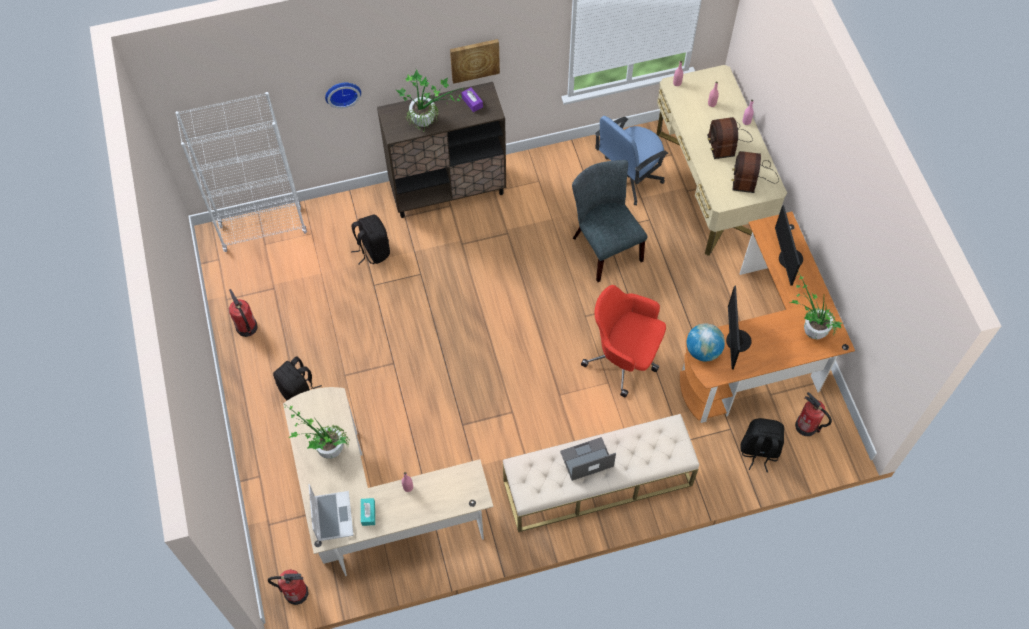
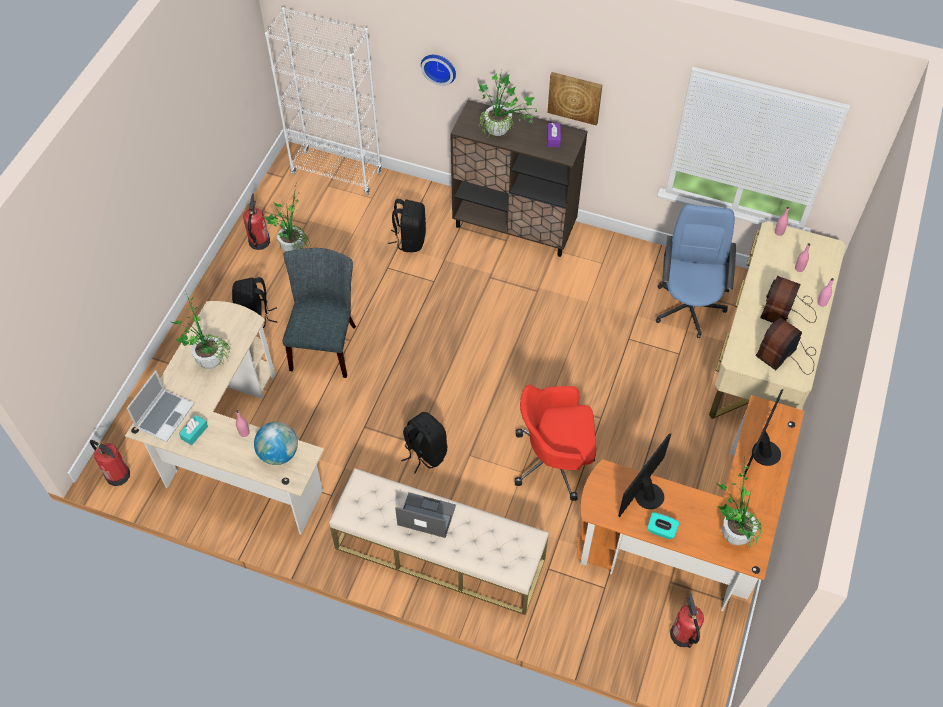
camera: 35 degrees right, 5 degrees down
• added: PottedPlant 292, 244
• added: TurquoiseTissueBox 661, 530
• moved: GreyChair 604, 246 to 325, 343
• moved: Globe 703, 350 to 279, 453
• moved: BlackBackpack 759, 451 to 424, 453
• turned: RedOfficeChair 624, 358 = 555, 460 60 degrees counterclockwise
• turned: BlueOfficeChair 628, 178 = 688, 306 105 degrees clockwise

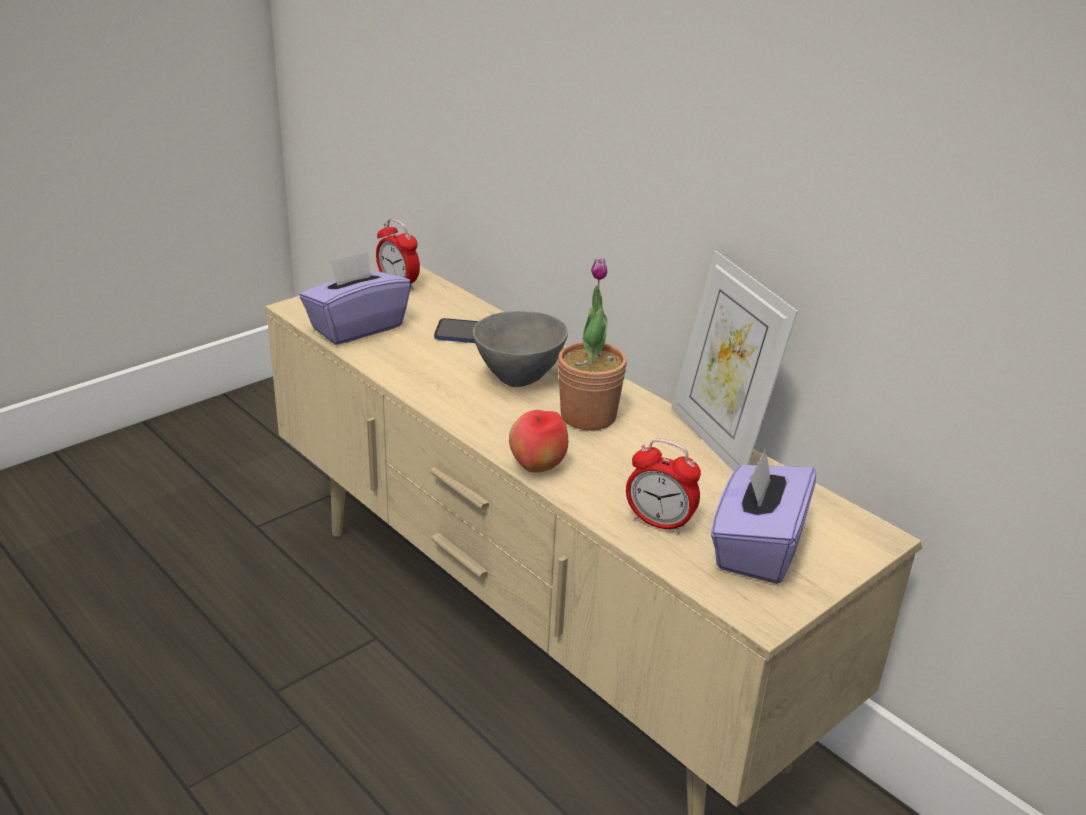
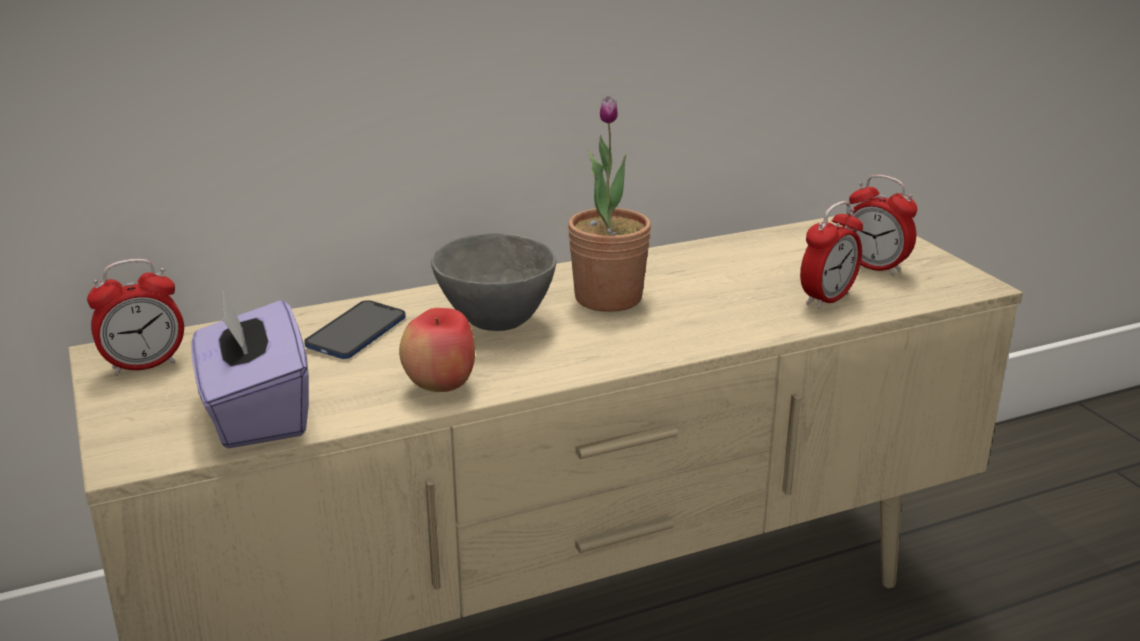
camera: 70 degrees left, 5 degrees down
• removed: PictureFrame 718, 439
• moved: Apple 537, 467 to 441, 387
• replaced: PurpleTissueBox 756, 548 to AlarmClock 874, 267

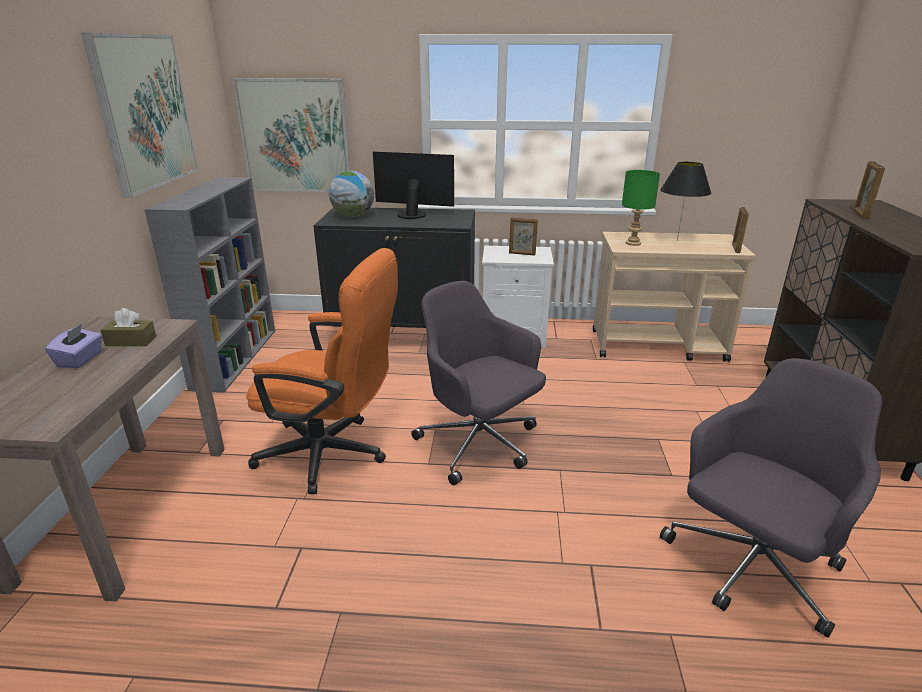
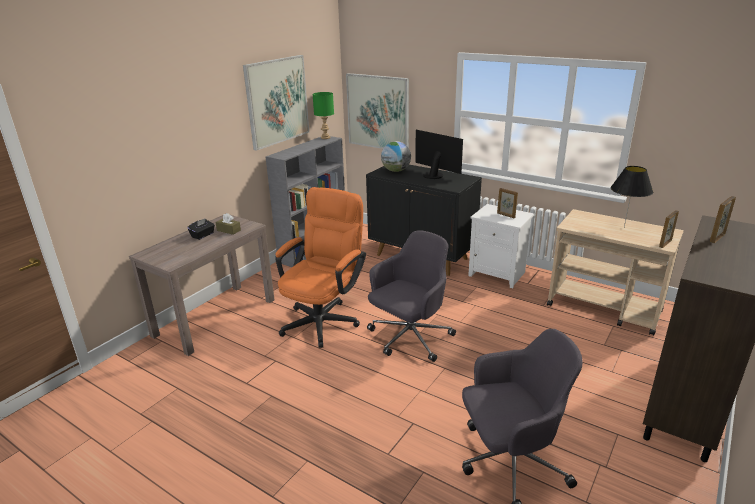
camera: 30 degrees right, 0 degrees up
• moved: GreenTableLamp 633, 243 to 325, 138
• recoloured: PurpleTissueBox 80, 359 to BlackTissueBox 203, 235
• turned: OrangeOfficeChair 333, 454 = 324, 319 105 degrees counterclockwise
• turned: GreyOfficeChair 479, 444 = 409, 338 60 degrees clockwise

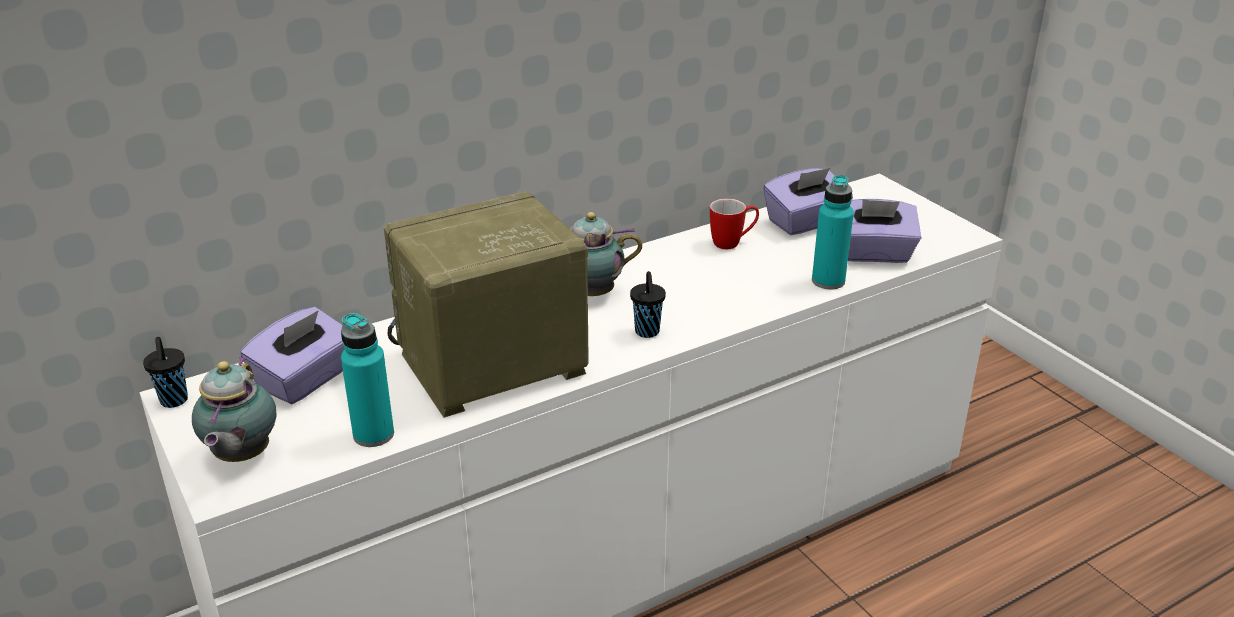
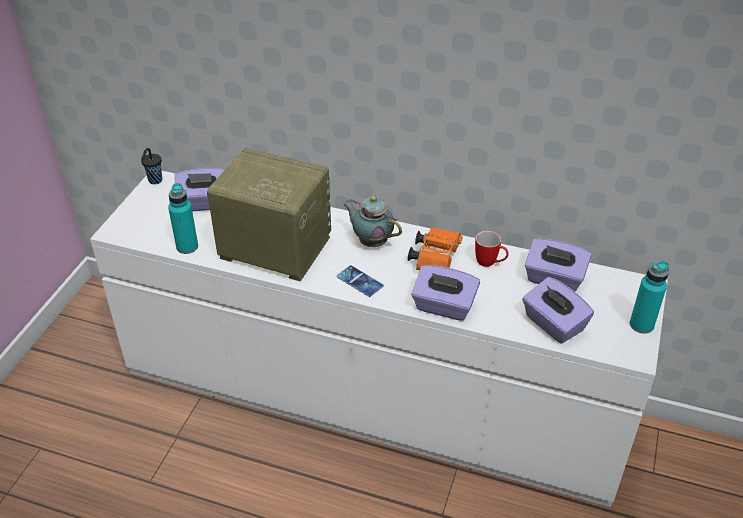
camera: 50 degrees right, 10 degrees up
• removed: Teapot 241, 457
• added: OrangeBinoculars 436, 258
• added: PurpleTissueBox 443, 307
• moved: TurquoiseBottle 828, 281 to 641, 325
• replaced: BlackCup 647, 332 to Phone 360, 281

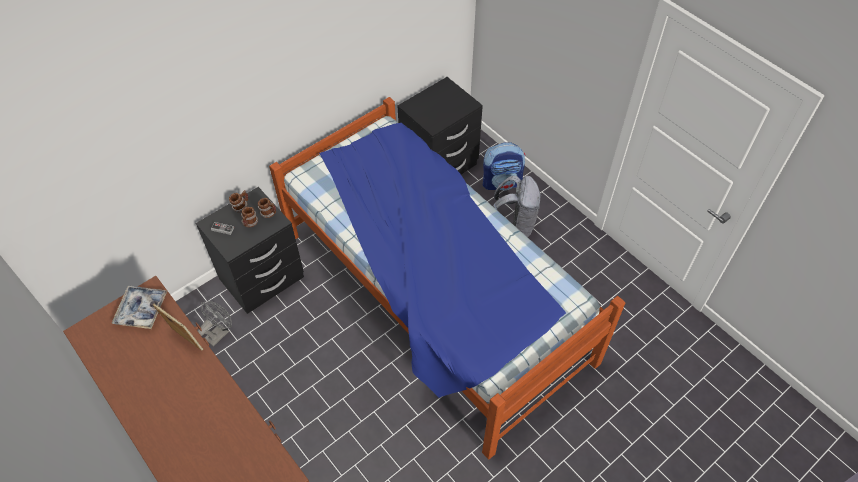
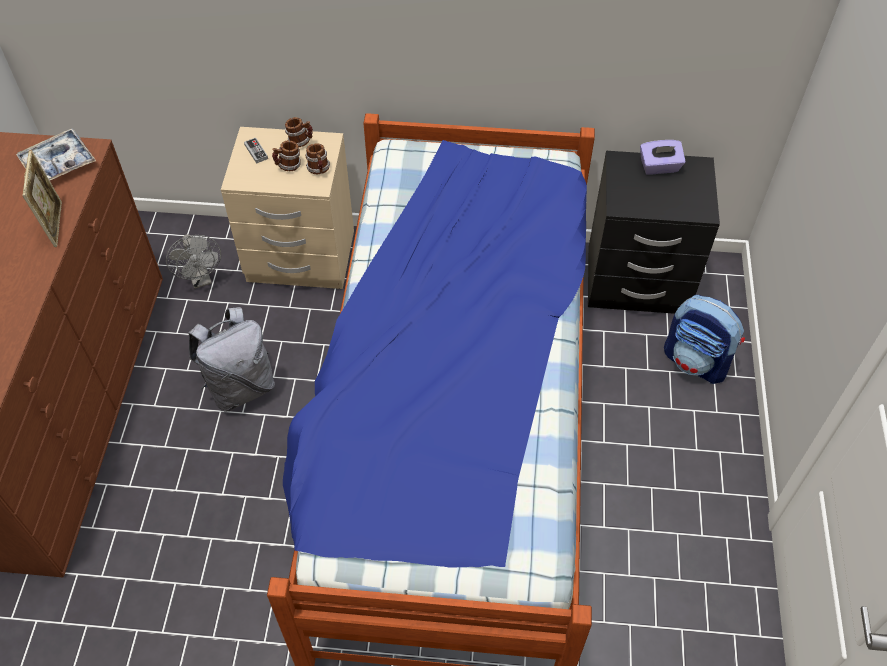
camera: 45 degrees right, 0 degrees up
• added: PurpleTissueBox 659, 167
• moved: GreyBackpack 514, 226 to 240, 386
• recoloured: BlackNightstand 262, 279 to BeigeNightstand 300, 258
• turned: GreyFan 219, 332 = 201, 279 75 degrees clockwise

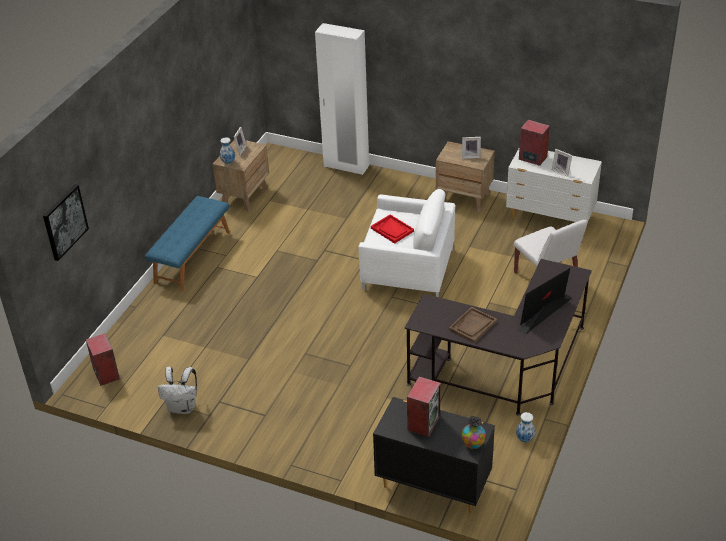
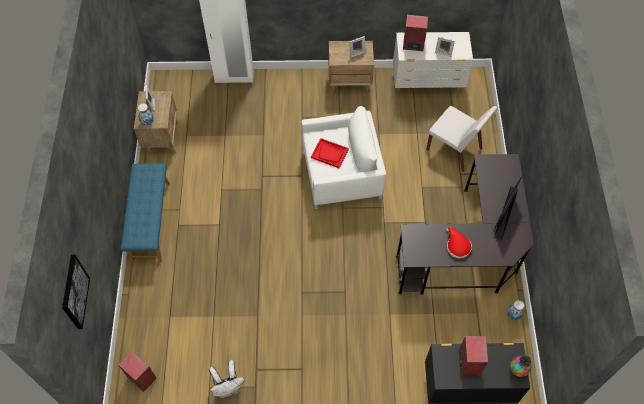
camera: 25 degrees left, 20 degrees up
• replaced: BrownTray 472, 326 to RedHat 457, 246

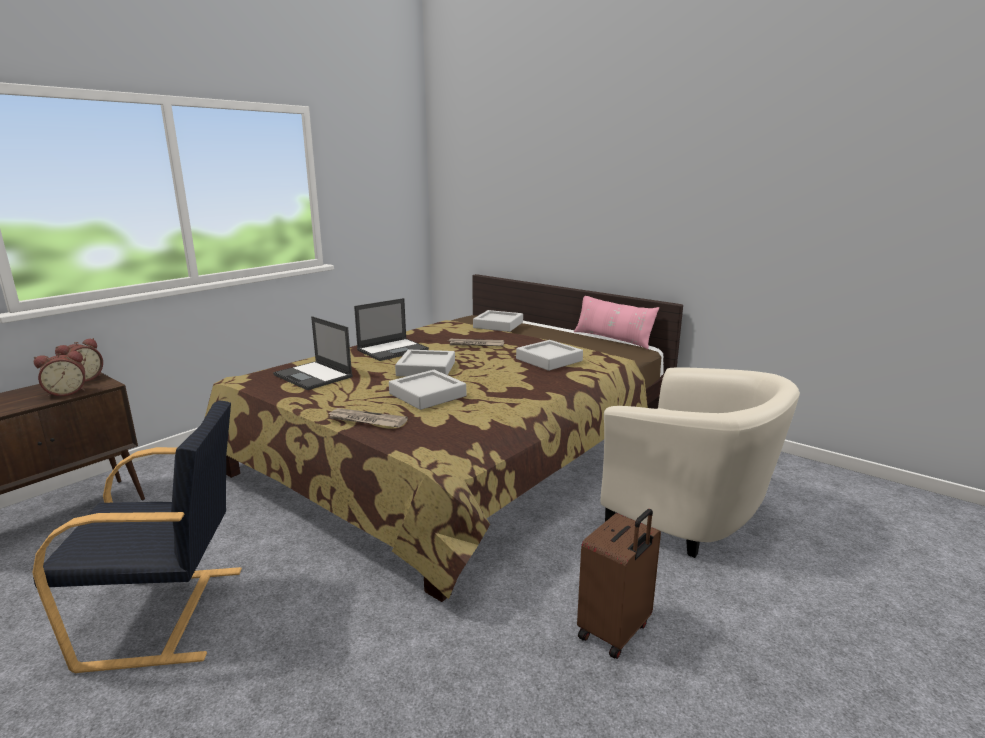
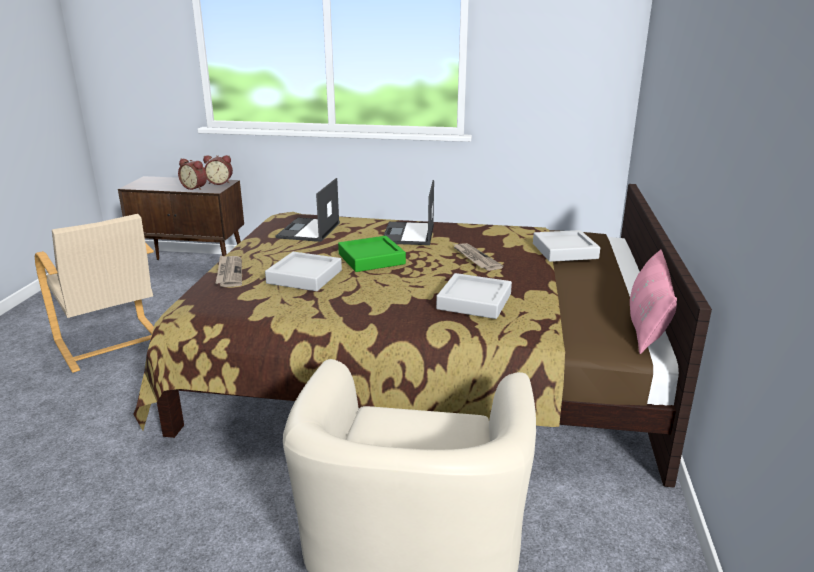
camera: 60 degrees right, 5 degrees up
• removed: BrownSuitcase 615, 631
• recoloured: BlackArmchair 168, 616 to BeigeArmchair 111, 344
• recoloured: GreyTray 426, 369 to GreenTray 371, 259
• turned: Laptop 393, 350 = 408, 234 75 degrees clockwise

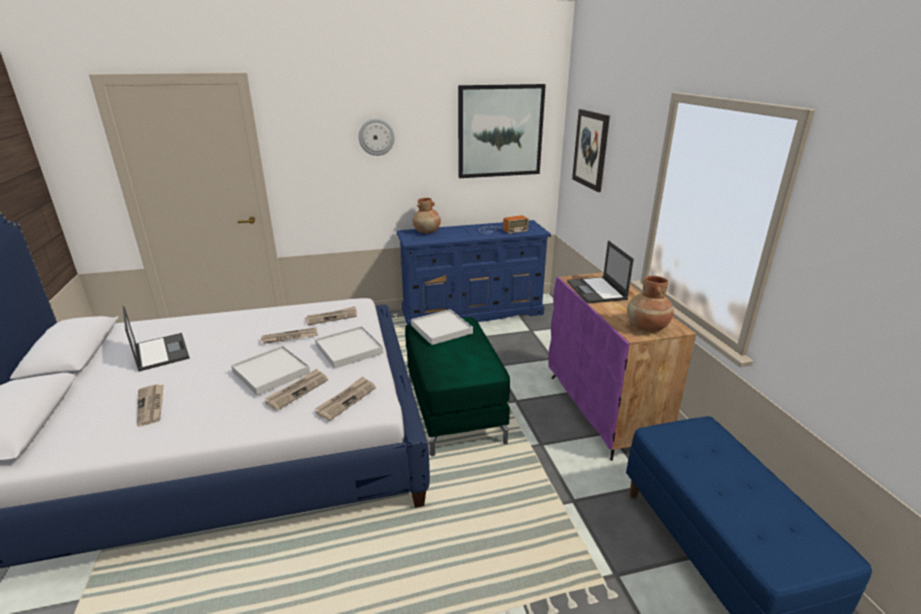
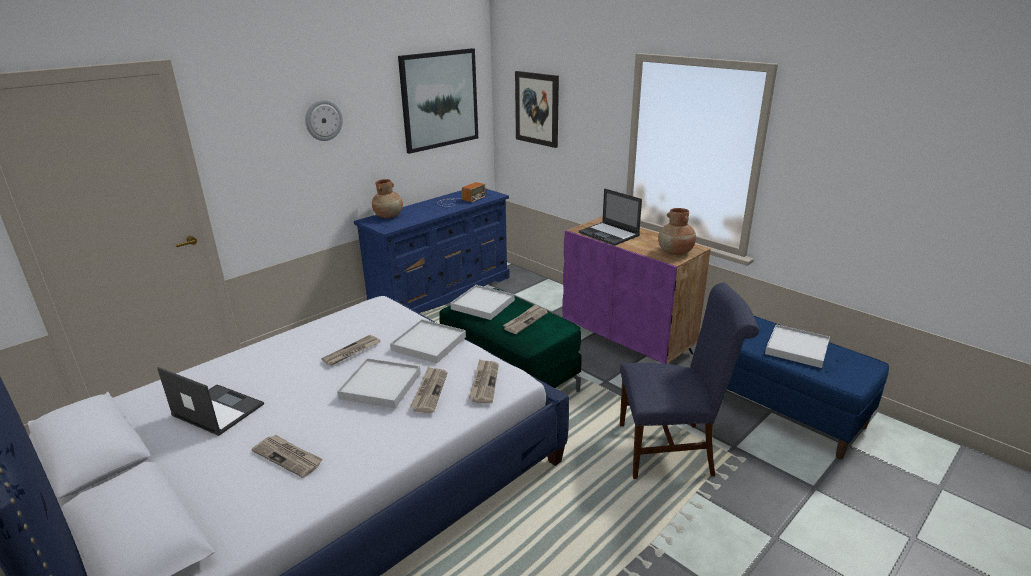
camera: 30 degrees left, 0 degrees up
• added: BlueChair 672, 449
• added: WhiteTray 796, 348
• moved: Newspaper 332, 317 to 525, 320

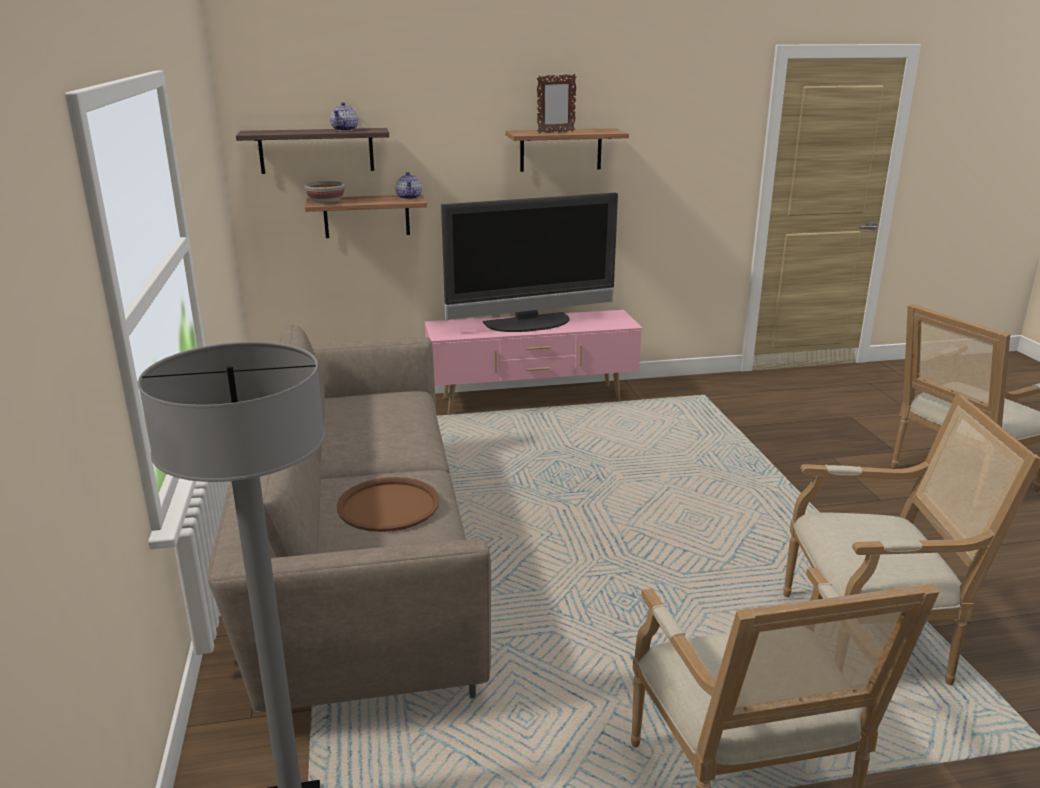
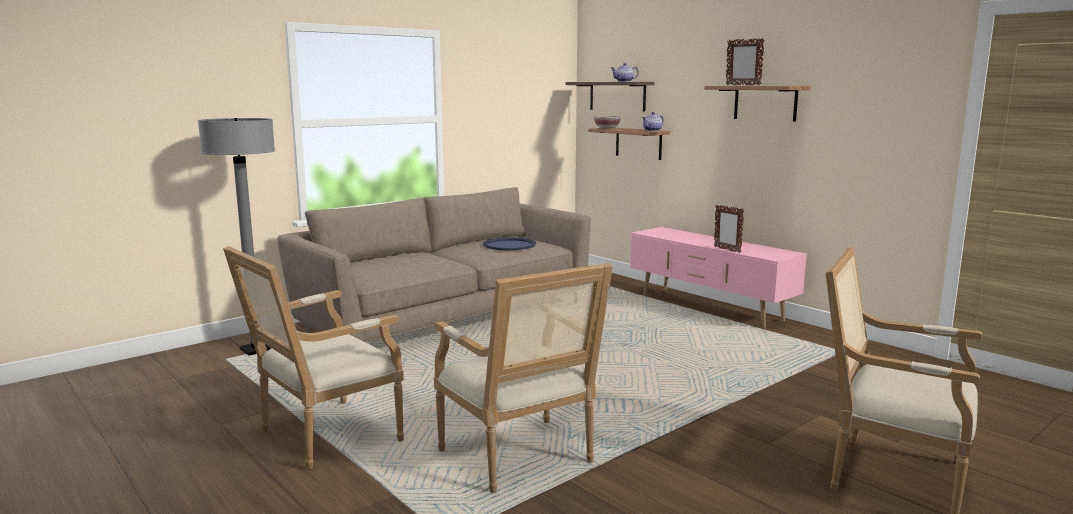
camera: 60 degrees right, 10 degrees down
• removed: BrownTray 388, 506
• removed: Television 529, 324
• added: BlueTray 509, 245
• added: PictureFrame 727, 250

